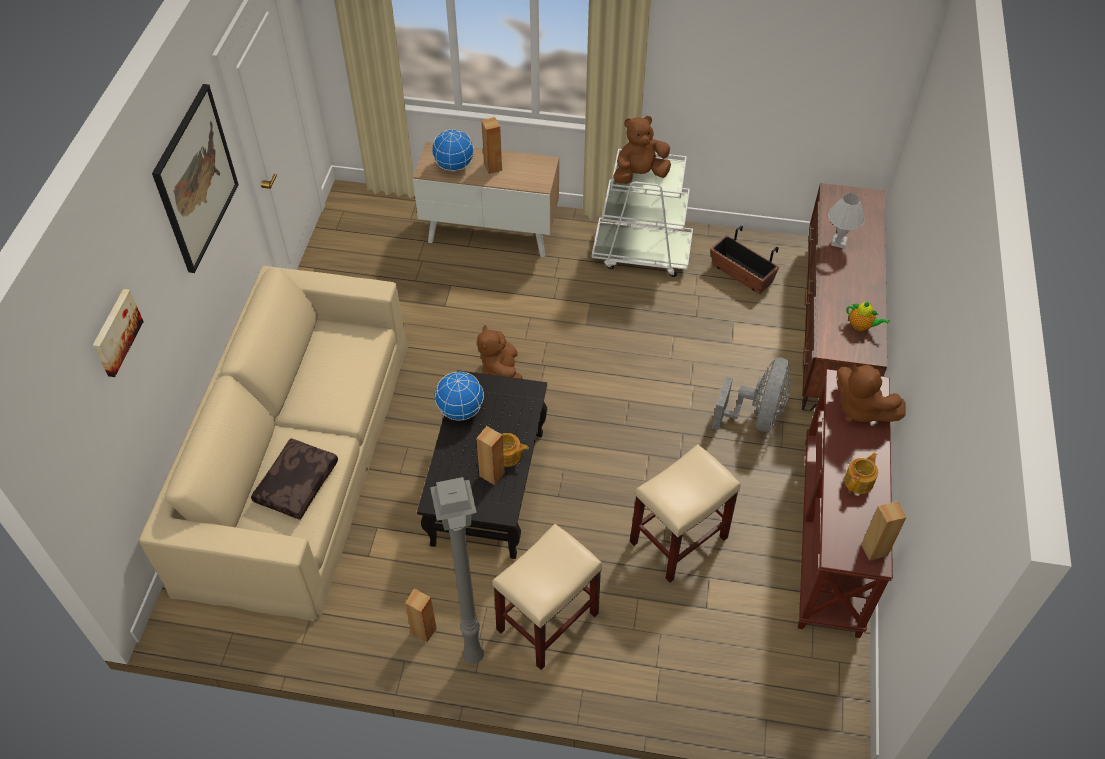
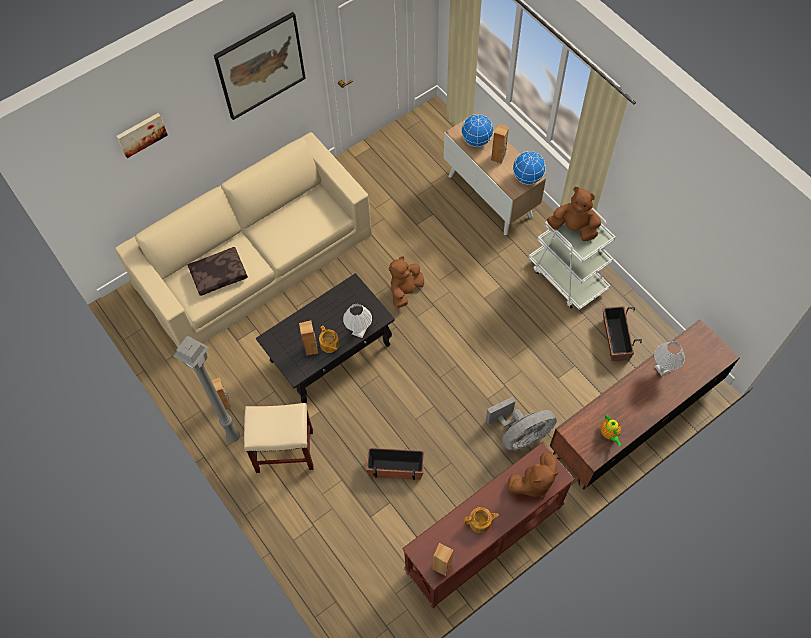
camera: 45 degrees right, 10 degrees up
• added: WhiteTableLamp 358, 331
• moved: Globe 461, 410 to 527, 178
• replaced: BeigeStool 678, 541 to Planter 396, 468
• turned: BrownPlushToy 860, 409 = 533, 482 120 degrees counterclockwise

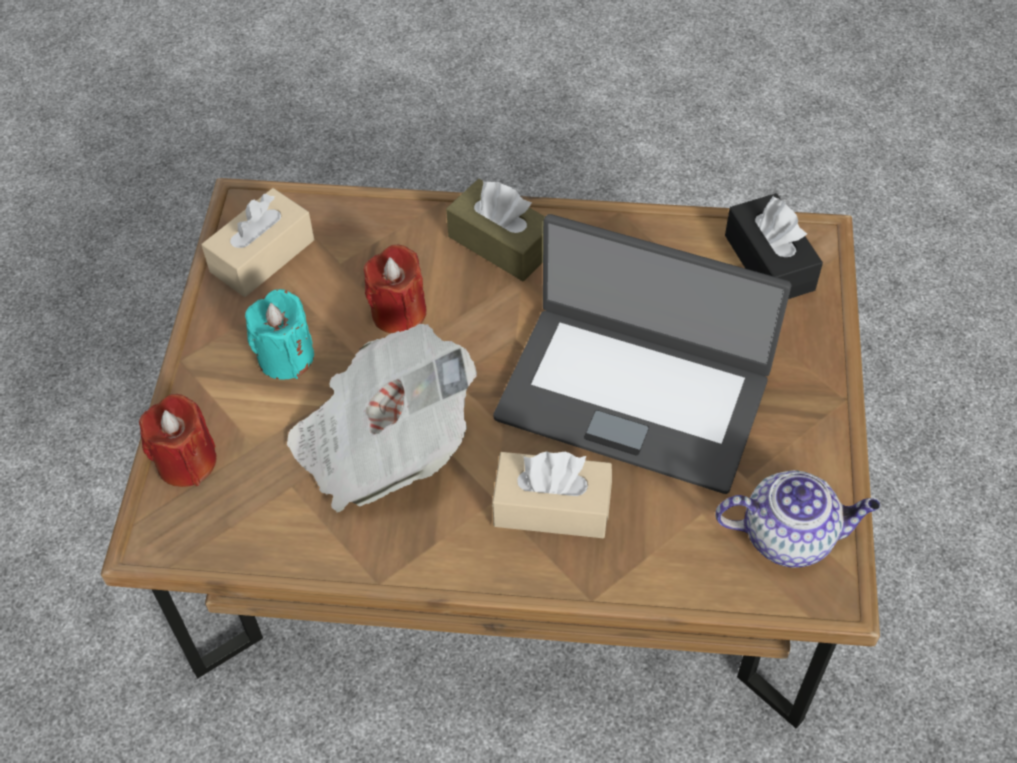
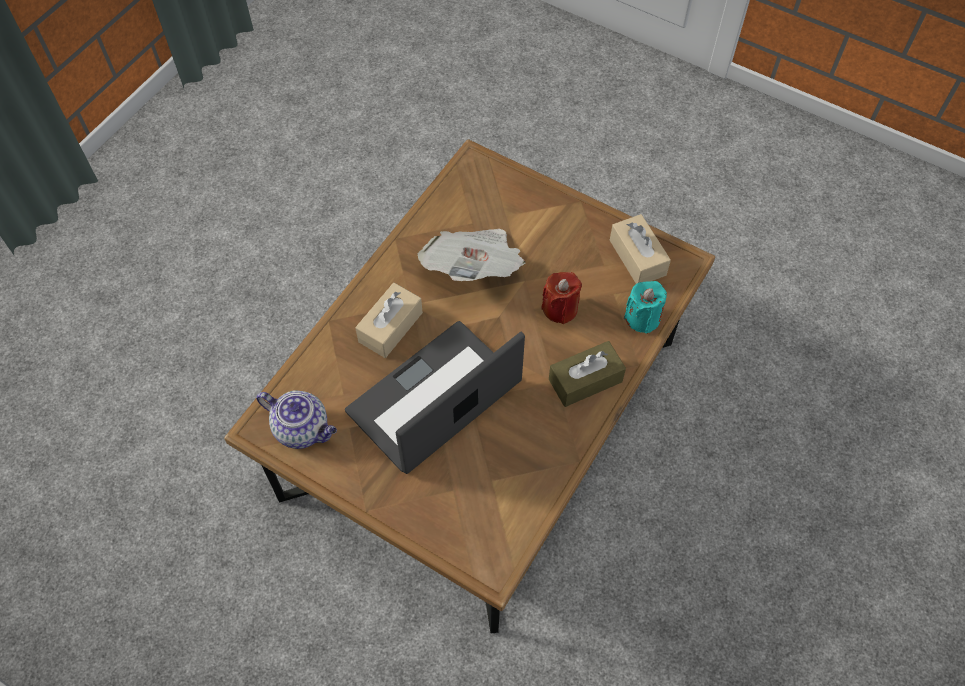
camera: 115 degrees right, 5 degrees up
• removed: RedCandle 186, 461
• removed: BlackTissueBox 769, 262
• moved: TurquoiseCandle 286, 357 to 642, 318
• turned: Teapot 790, 535 = 303, 429 90 degrees counterclockwise

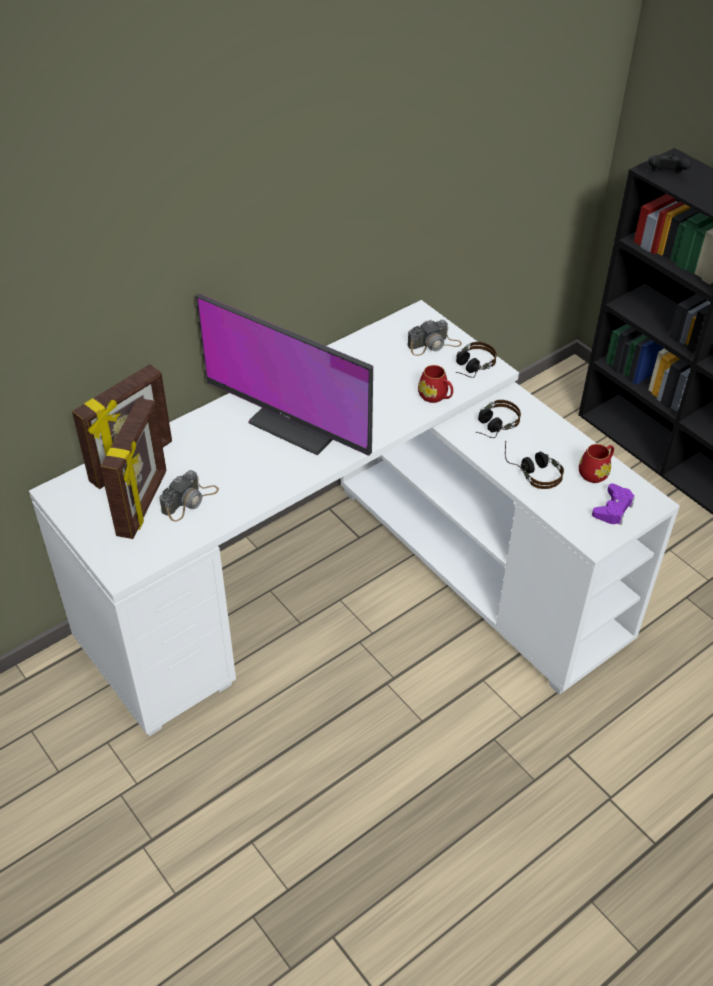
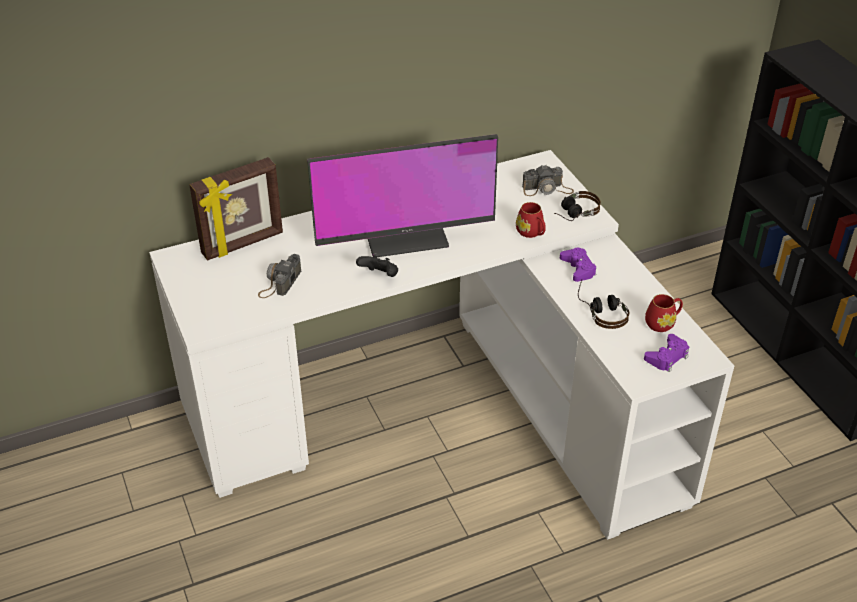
camera: 15 degrees right, 5 degrees down
• removed: PictureFrame 144, 503
• moved: BlackGameController 666, 175 to 380, 276
• replaced: Headphones 492, 427 to PurpleGameController 578, 268
• turned: PhotoCamera 190, 500 = 280, 282 150 degrees clockwise
• turned: Monitor 303, 419 = 404, 232 60 degrees counterclockwise

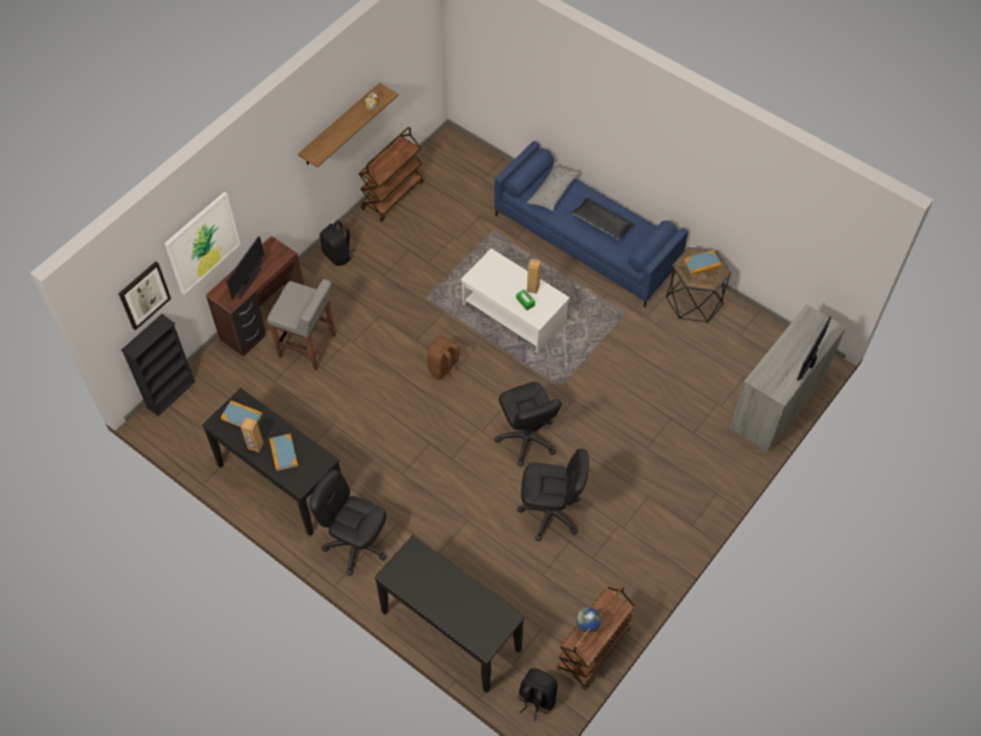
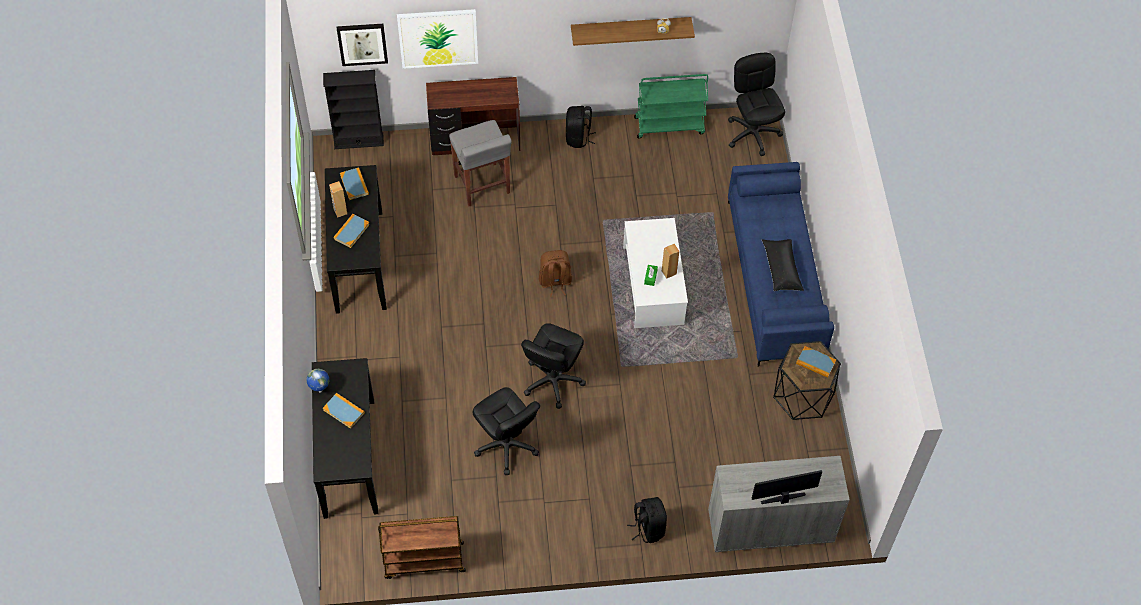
camera: 45 degrees right, 0 degrees up
• removed: Monitor 248, 282
• removed: GreyPillow 553, 192
• added: Book 344, 411
• moved: BlackOfficeChair 356, 544 to 753, 134
• moved: BlackBackpack 536, 699 to 648, 528
• moved: Globe 587, 629 to 320, 391
• recoloured: BrownCart 392, 195 to GreenCart 669, 125

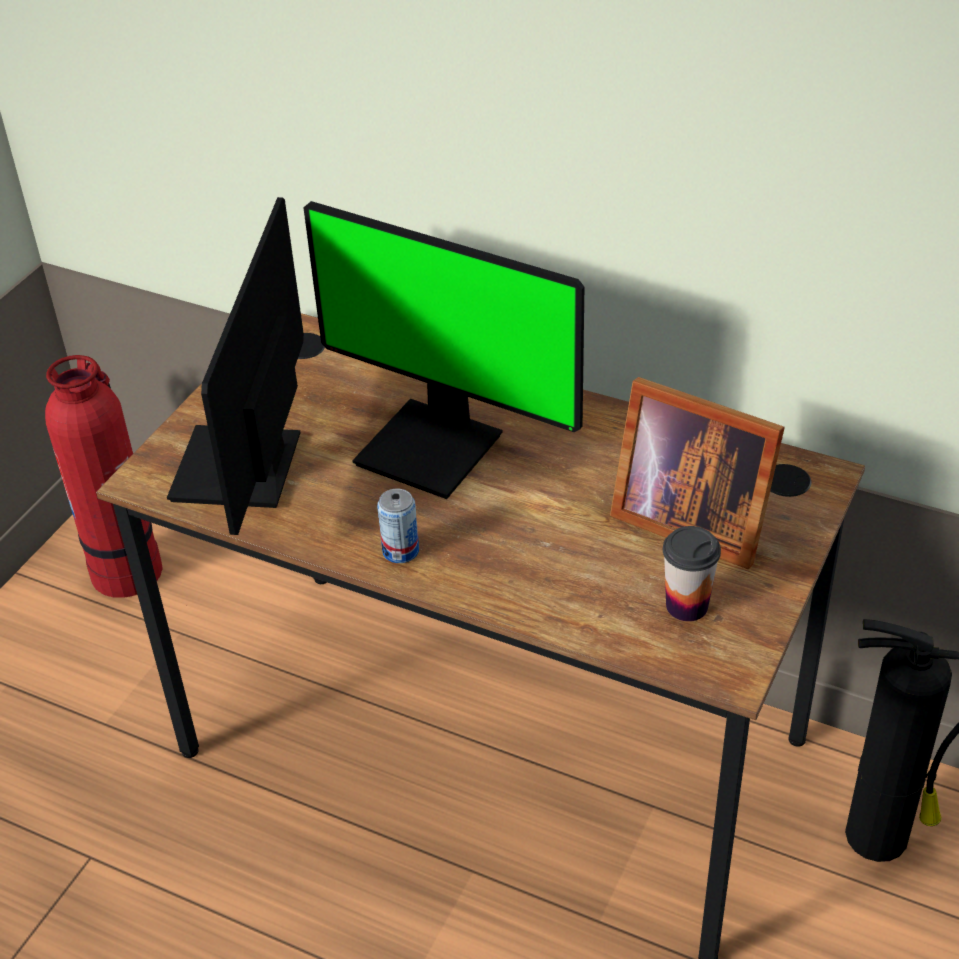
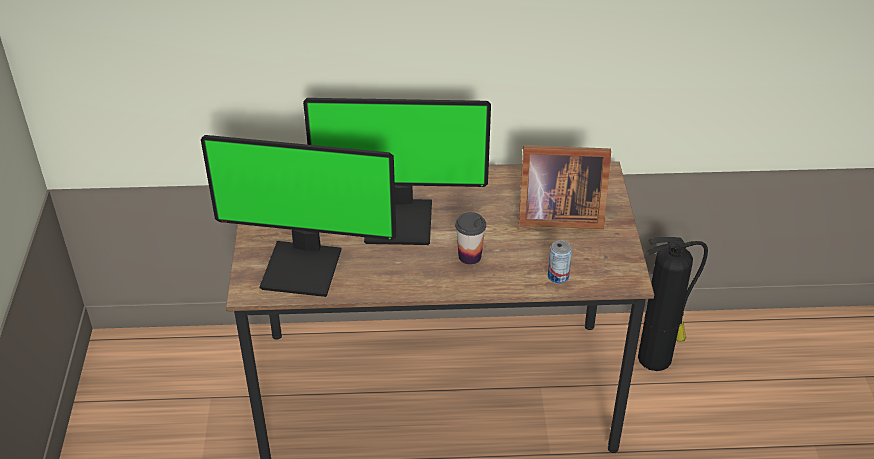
camera: 30 degrees left, 0 degrees up
• removed: FireExtinguisher 128, 570
• moved: Can 400, 551 to 558, 276
• moved: Cup 687, 605 to 469, 256
• turned: Monitor 243, 470 = 304, 267 60 degrees counterclockwise

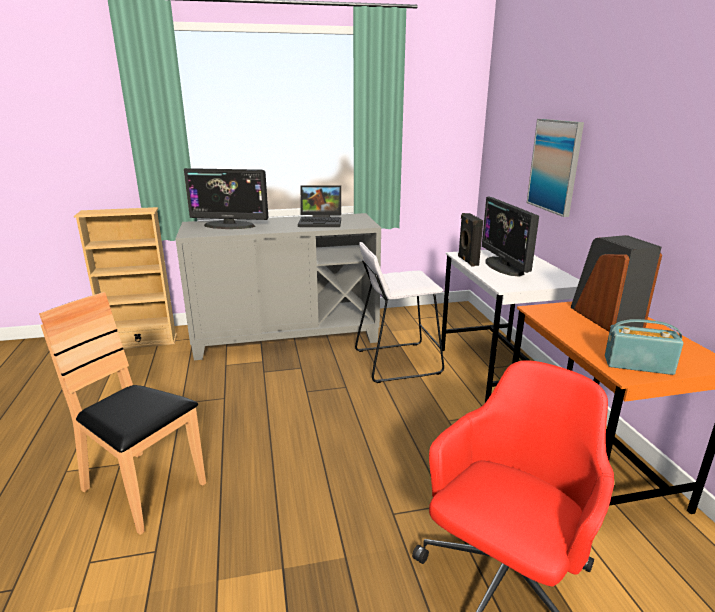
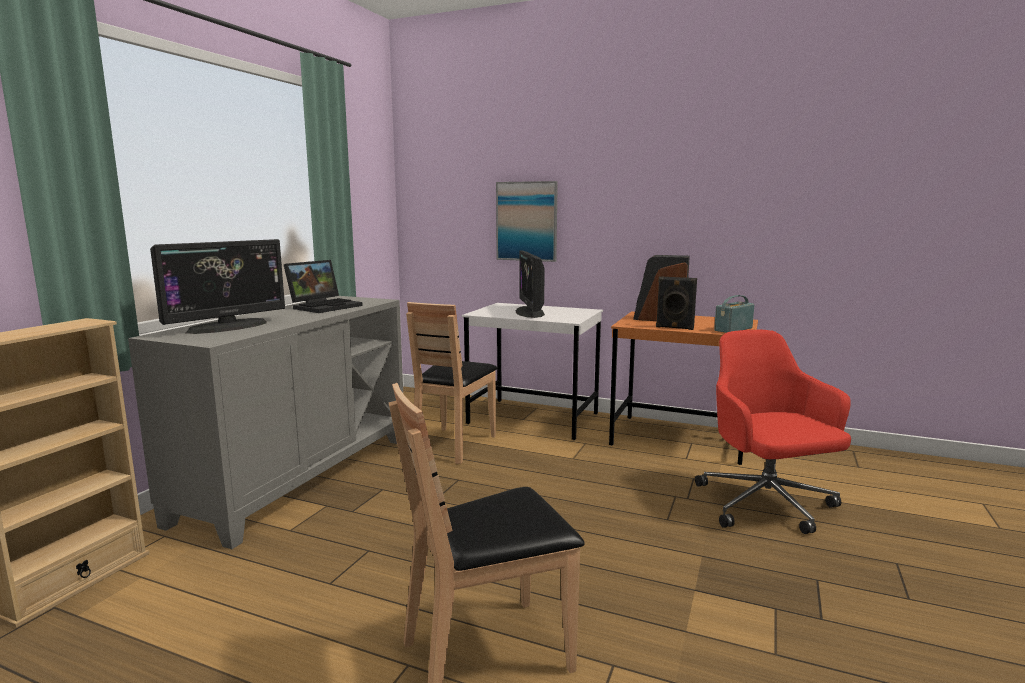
camera: 55 degrees left, 10 degrees down
• moved: BlackSpeaker 467, 261 to 674, 328
• replaced: WhiteStool 397, 361 to BrownChair 453, 445
• turned: Monitor 504, 266 = 530, 312 60 degrees clockwise

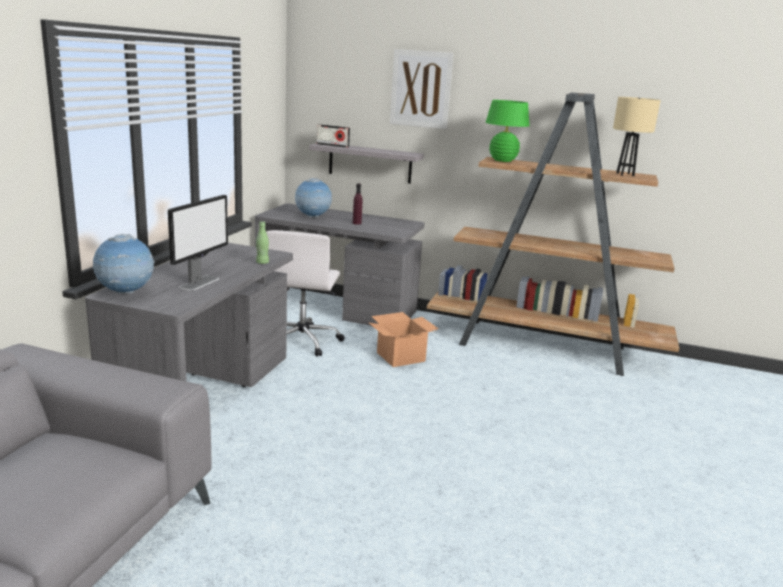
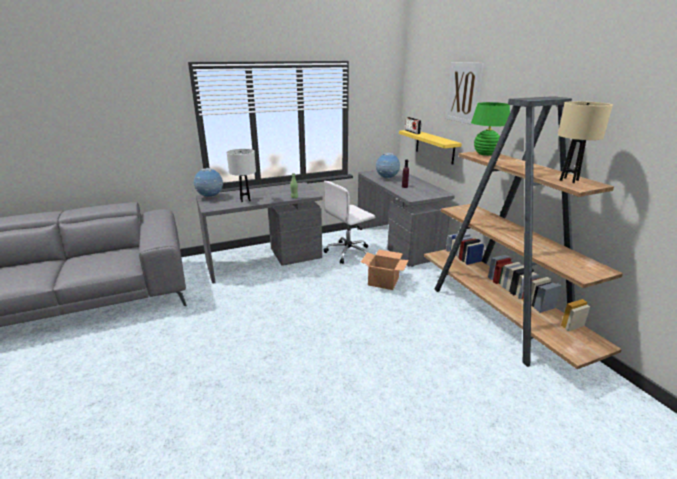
camera: 50 degrees right, 5 degrees up
• replaced: Monitor 200, 282 to WhiteTableLamp 245, 200
• recoloured: GreyShelf 370, 163 to YellowShelf 434, 146

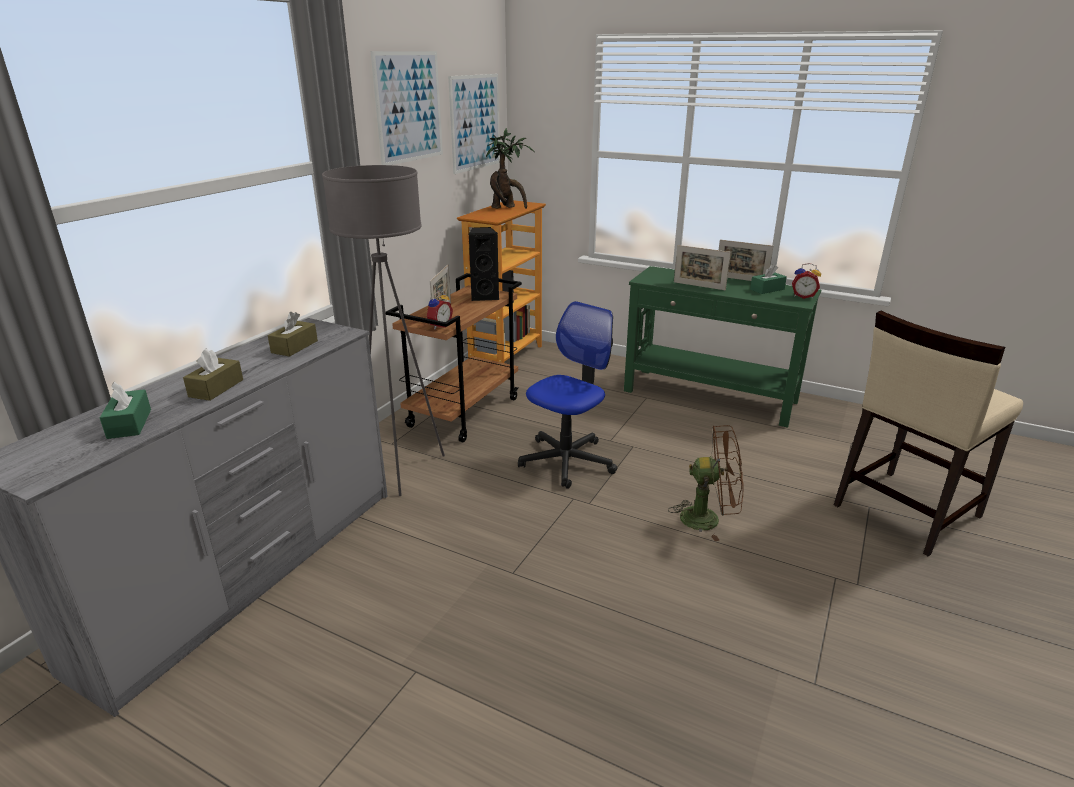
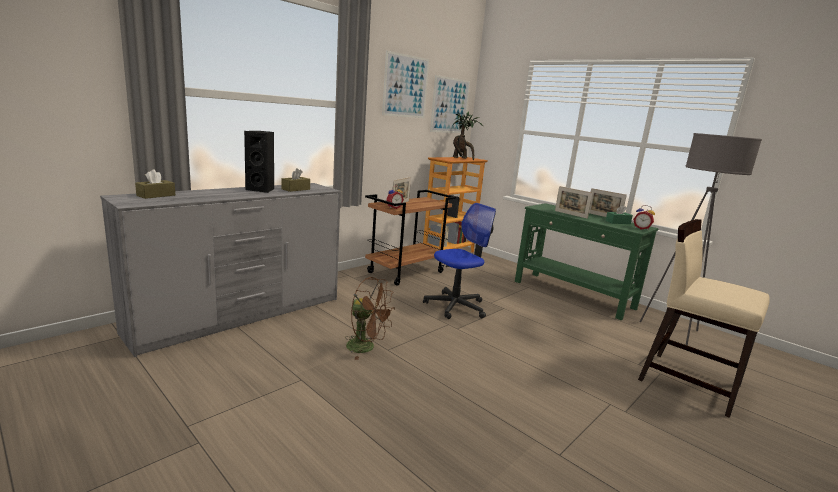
camera: 15 degrees right, 10 degrees down
• removed: GreenTissueBox 129, 424
• moved: BrownTissueBox 216, 388 to 156, 195
• moved: GreyFloorLamp 401, 469 to 672, 332
• moved: BlackSpeaker 485, 296 to 262, 190
• moved: BrownFan 708, 519 to 366, 348
• turned: BeigeChair 904, 510 = 688, 381 60 degrees clockwise

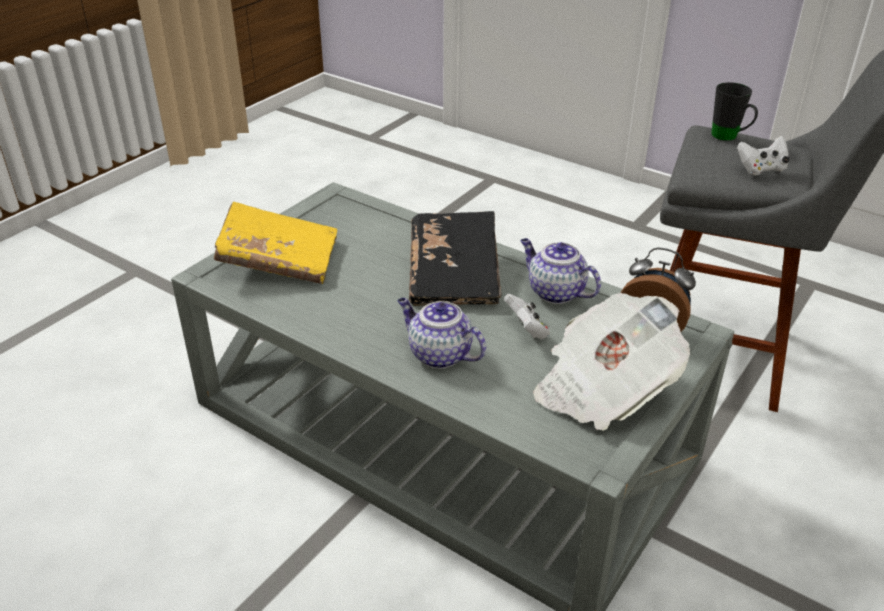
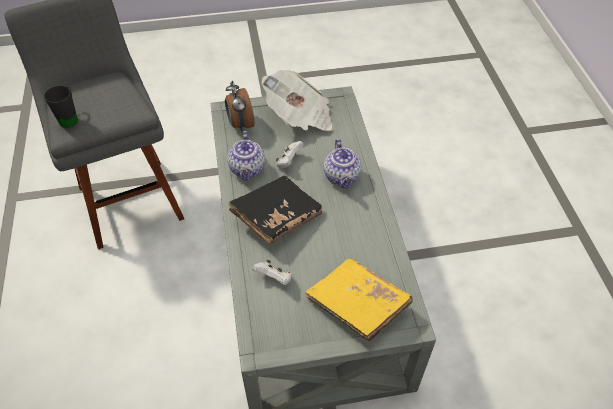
camera: 135 degrees left, 15 degrees up
• moved: WhiteGameController 761, 169 to 274, 278

